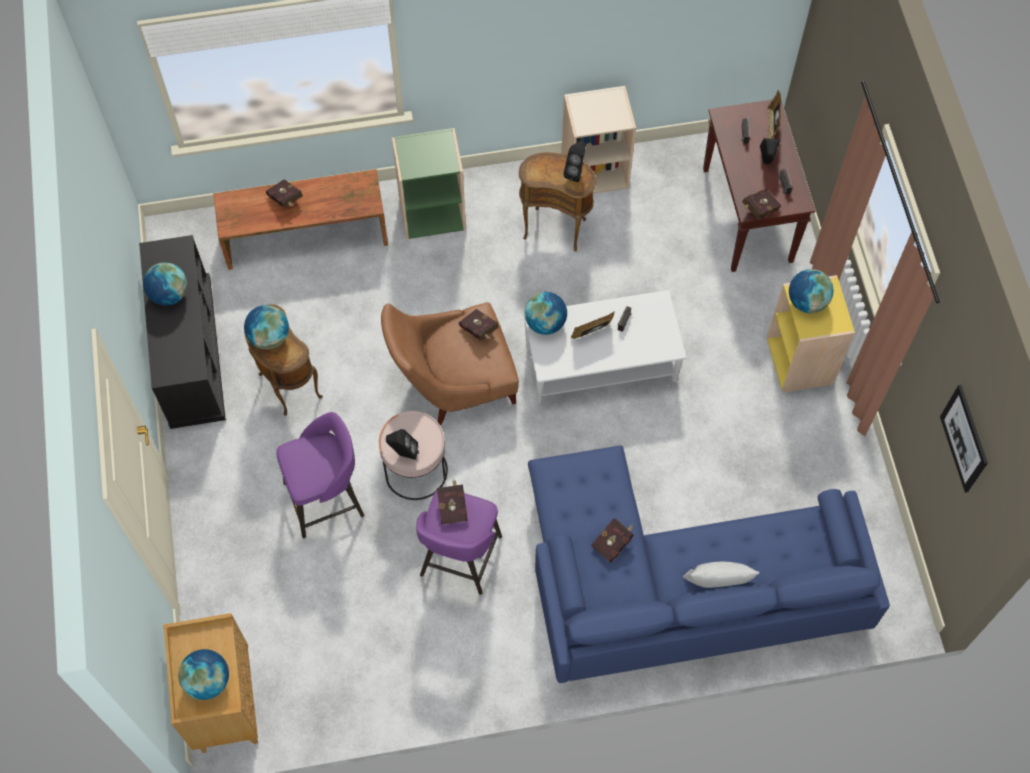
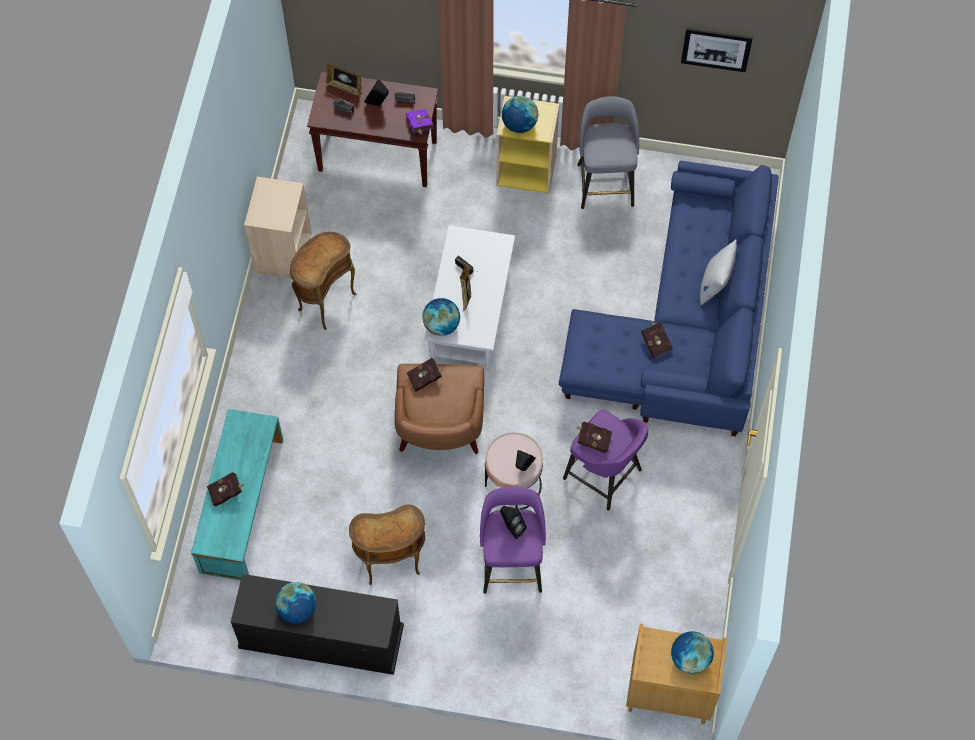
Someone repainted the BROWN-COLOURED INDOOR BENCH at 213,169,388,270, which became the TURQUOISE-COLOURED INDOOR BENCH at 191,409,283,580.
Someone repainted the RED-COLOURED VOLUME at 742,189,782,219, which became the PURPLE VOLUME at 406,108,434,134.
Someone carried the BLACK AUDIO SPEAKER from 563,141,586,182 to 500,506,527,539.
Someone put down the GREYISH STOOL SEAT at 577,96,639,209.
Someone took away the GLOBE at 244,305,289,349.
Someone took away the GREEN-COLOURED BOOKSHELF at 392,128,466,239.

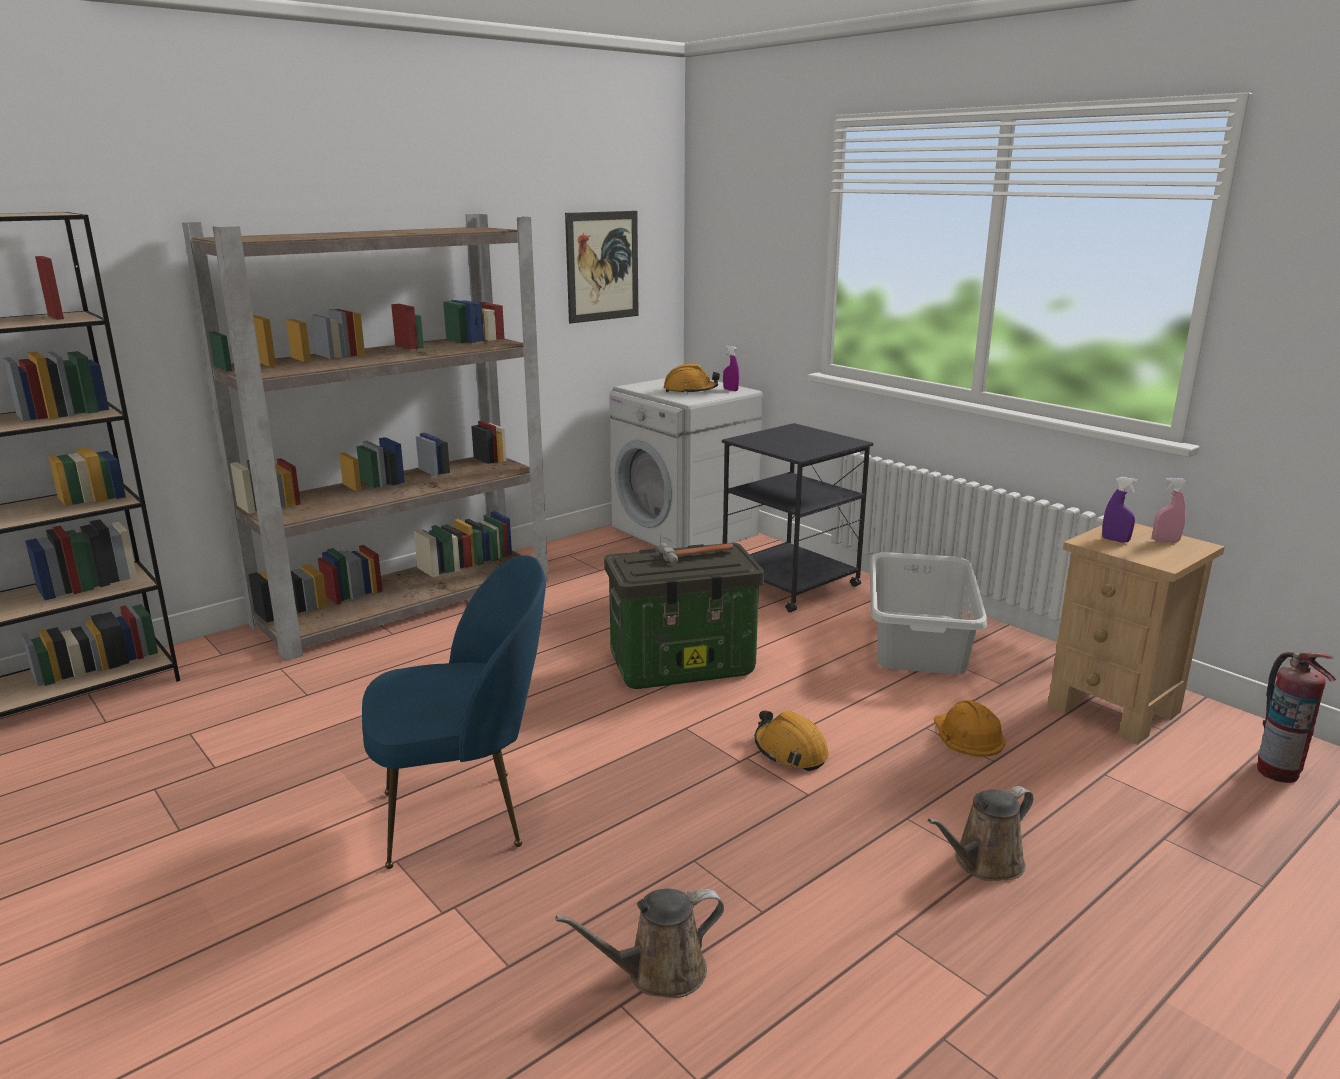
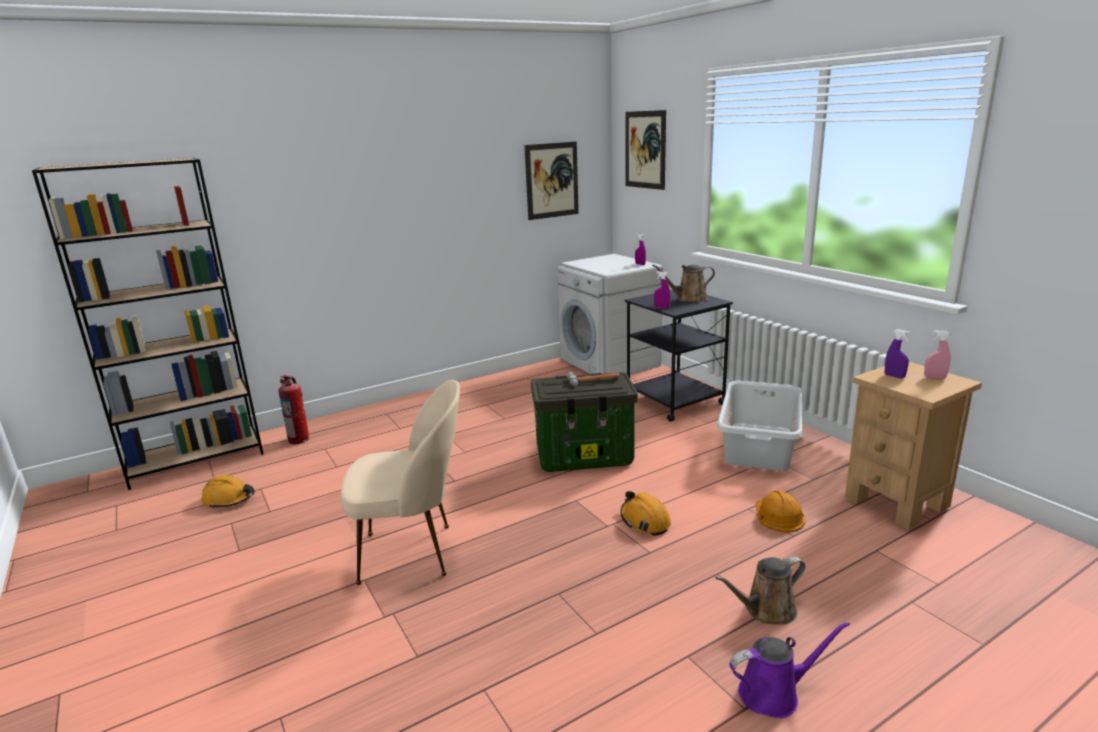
Someone carried the ORANGE-COLOURED SAFETY HELMET from 664,364,720,394 to 202,475,255,509.
Someone carried the FIRE-FIGHTING CYLINDER from 1257,651,1336,783 to 278,375,309,444.
Someone repainted the BLUISH PLAIN CHAIR at 362,555,546,869, which became the BEIGE PLAIN CHAIR at 341,380,460,585.
Someone put up the PICTURE at 625,110,666,190.
Someone carried the BROWN-COLOURED SPRINKLING CAN from 556,889,724,998 to 652,265,715,302.
Someone put down the PURPLE SPRAY BOTTLE at 654,271,670,308.
Someone put down the PURPLE SPRINKLING CAN at 730,622,850,718.
Someone took away the BROWN-COLOURED BOOKSHELF at 182,214,548,661.

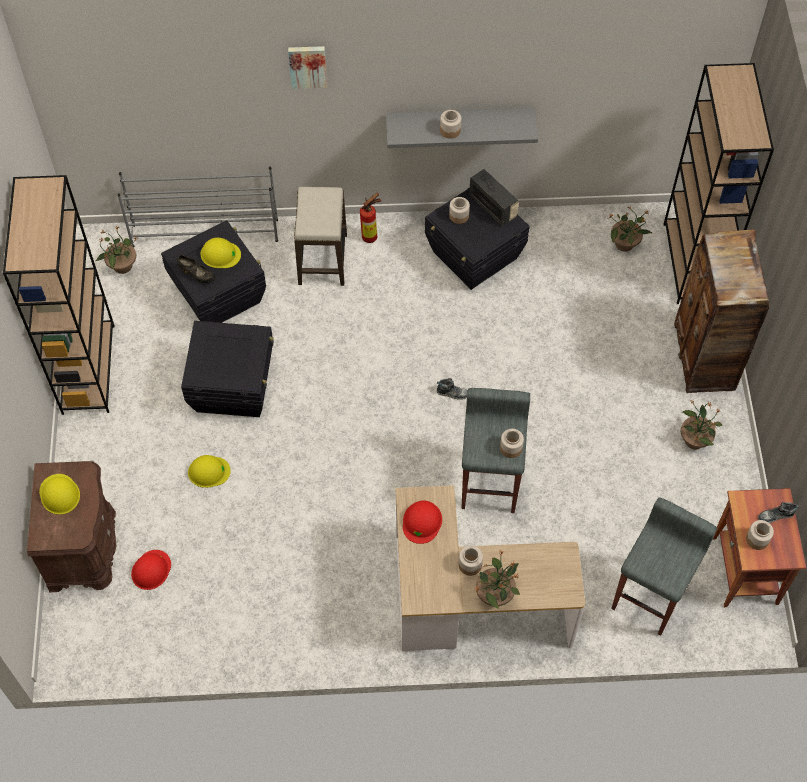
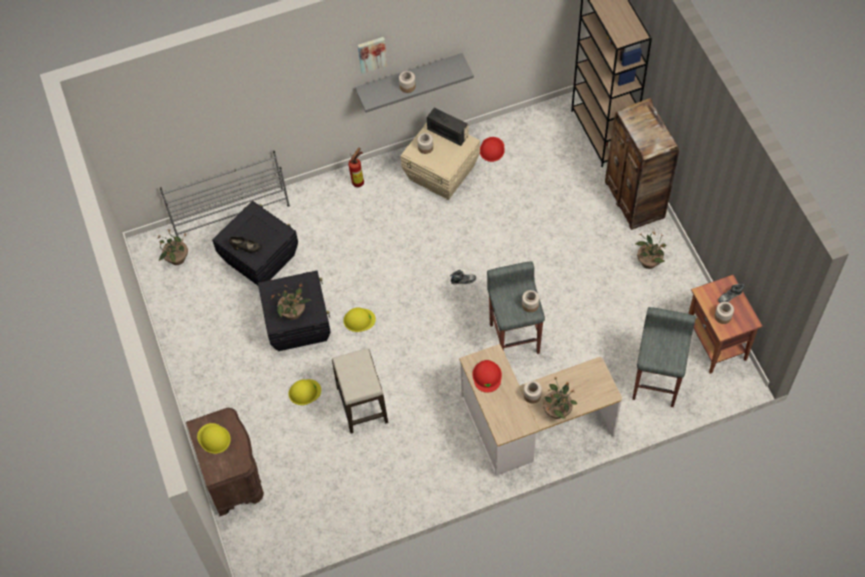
Someone carried the PLANT IN A POT from 608,206,653,252 to 271,283,312,320.
Someone carried the STOOL SEAT from 294,187,347,286 to 332,348,388,433.
Someone carried the YELLOWISH SAFETY HELMET from 200,238,241,268 to 343,307,376,332.
Someone carried the PICTURE from 288,46,327,89 to 358,37,387,74.
Someone repainted the BLACK STORAGE BOX at 425,187,530,290, which became the BEIGE STORAGE BOX at 401,123,480,200.
Someone carried the RED-COLOURED SAFETY HELMET from 131,550,171,590 to 480,137,505,162.
Someone took away the BEIGE BOOKSHELF at 3,175,115,415.

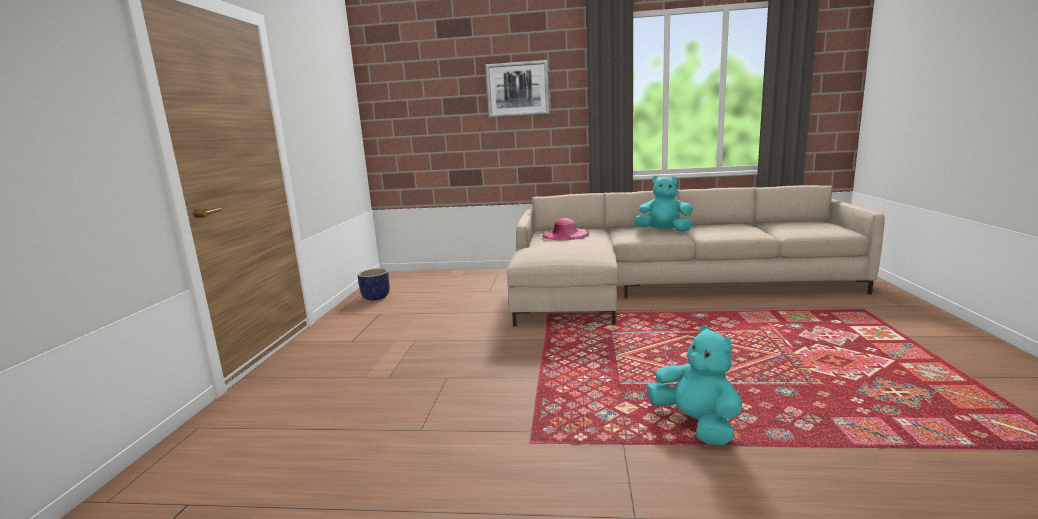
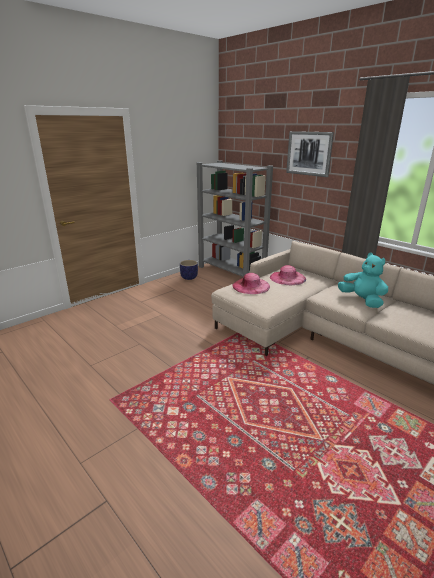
Someone put down the GREYISH BOOKSHELF at 197,160,273,277.
Someone put down the PINK HAT at 233,273,270,294.
Someone took away the TURQUOISE-COLOURED CUDDLY TOY at 647,325,742,445.

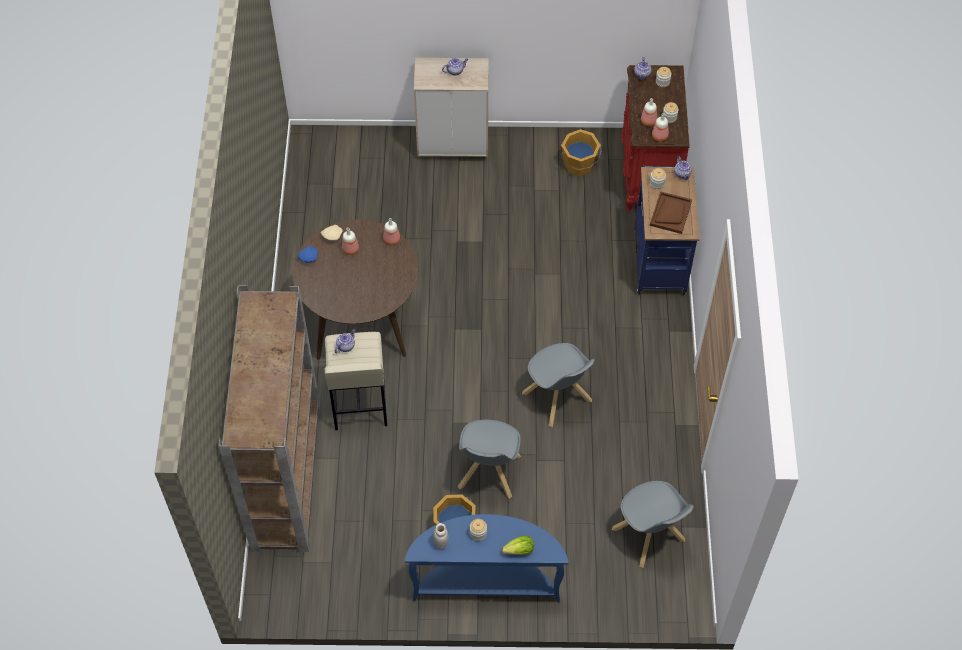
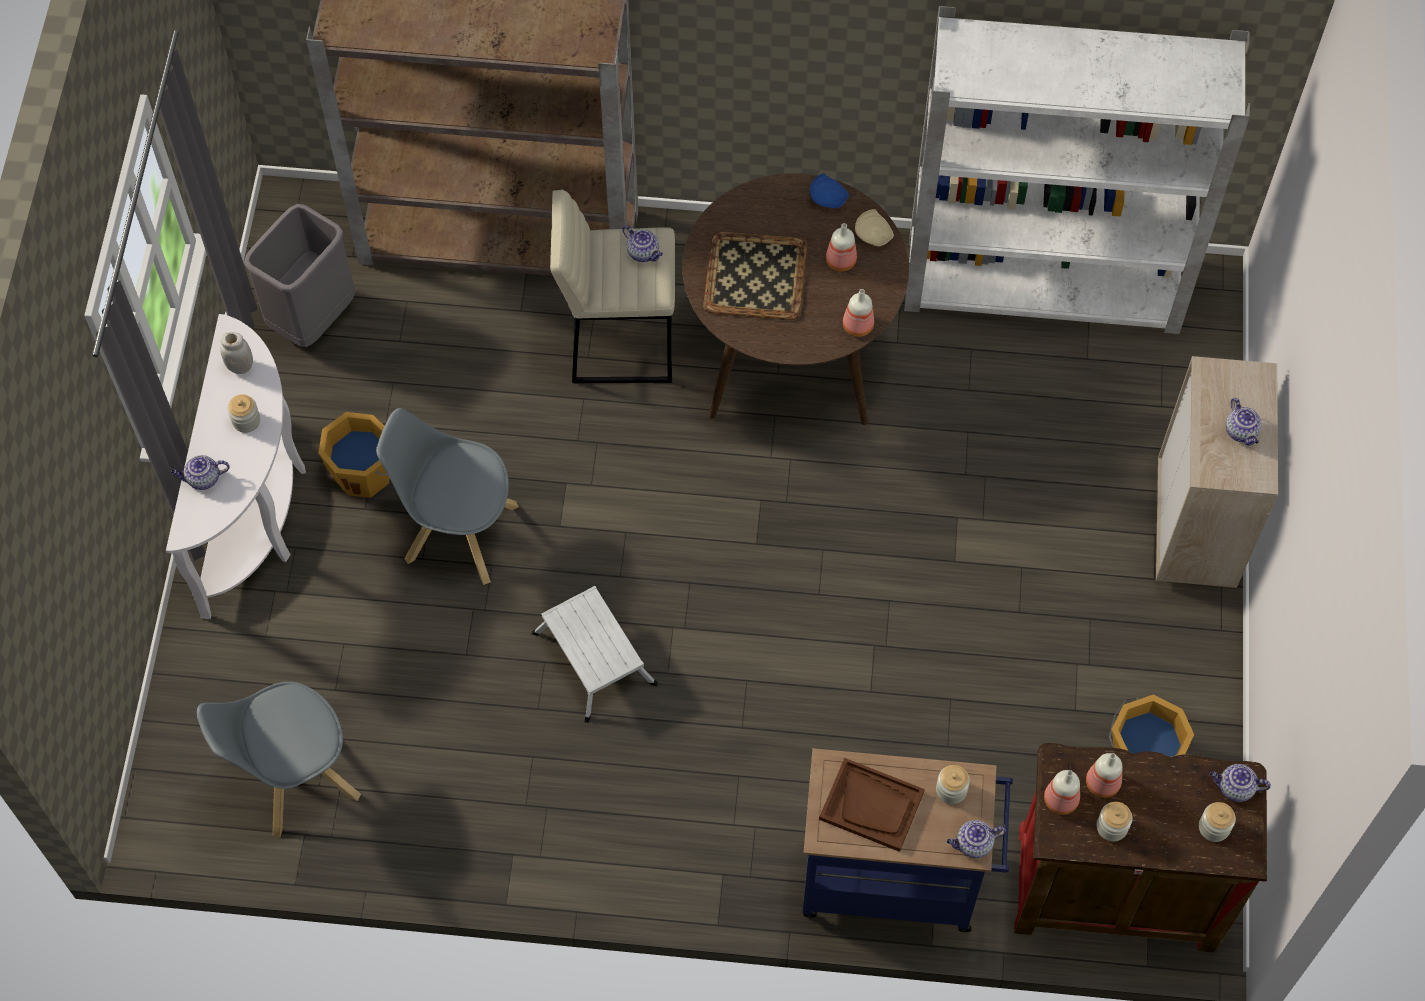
Someone repainted the BLUISH NARROW TABLE at 405,514,568,602, which became the WHITISH NARROW TABLE at 166,314,306,619.
Someone swapped the LETTUCE at 502,535,534,555 for the POT FOR TEA at 171,455,229,490.
Someone put down the GREYISH WASTE BIN at 244,204,355,347.
Someone swapped the GREYISH PLAIN CHAIR at 522,343,595,427 for the WHITISH STEP STOOL at 532,586,658,723.
Someone put down the CARRYING TRAY at 703,232,807,321.
Someone put down the WHITISH BOOKSHELF at 904,6,1250,334.

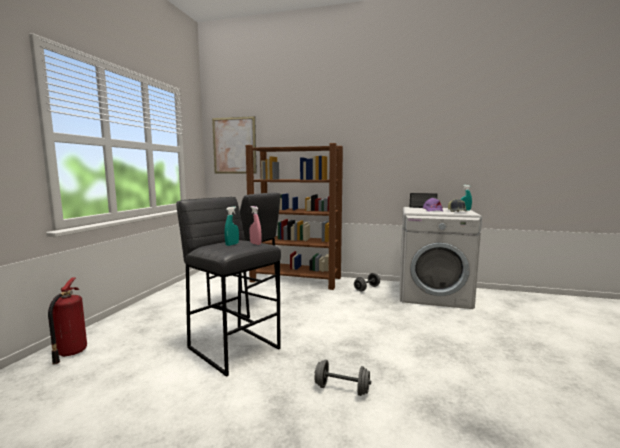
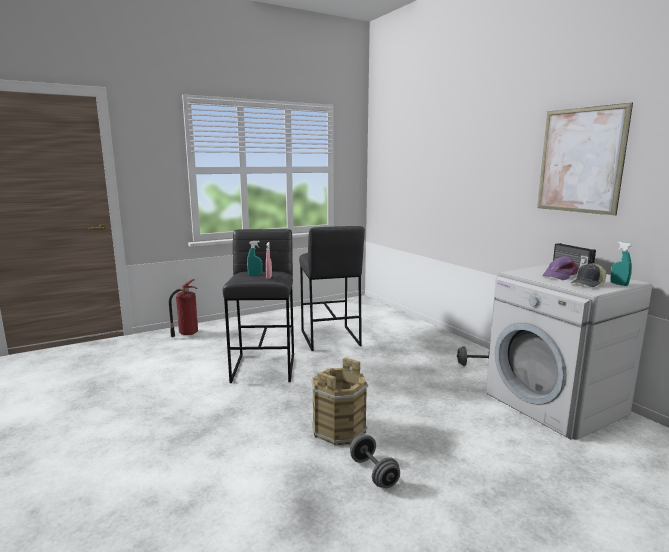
Someone put down the BROWN-COLOURED BUCKET at 311,357,368,446.
Someone carried the GREYISH FREE WEIGHT from 315,360,371,396 to 350,435,400,488.
Someone carried the PICTURE from 212,116,257,174 to 537,103,633,216.
Someone took away the BROWN-COLOURED BOOKSHELF at 246,143,343,290.

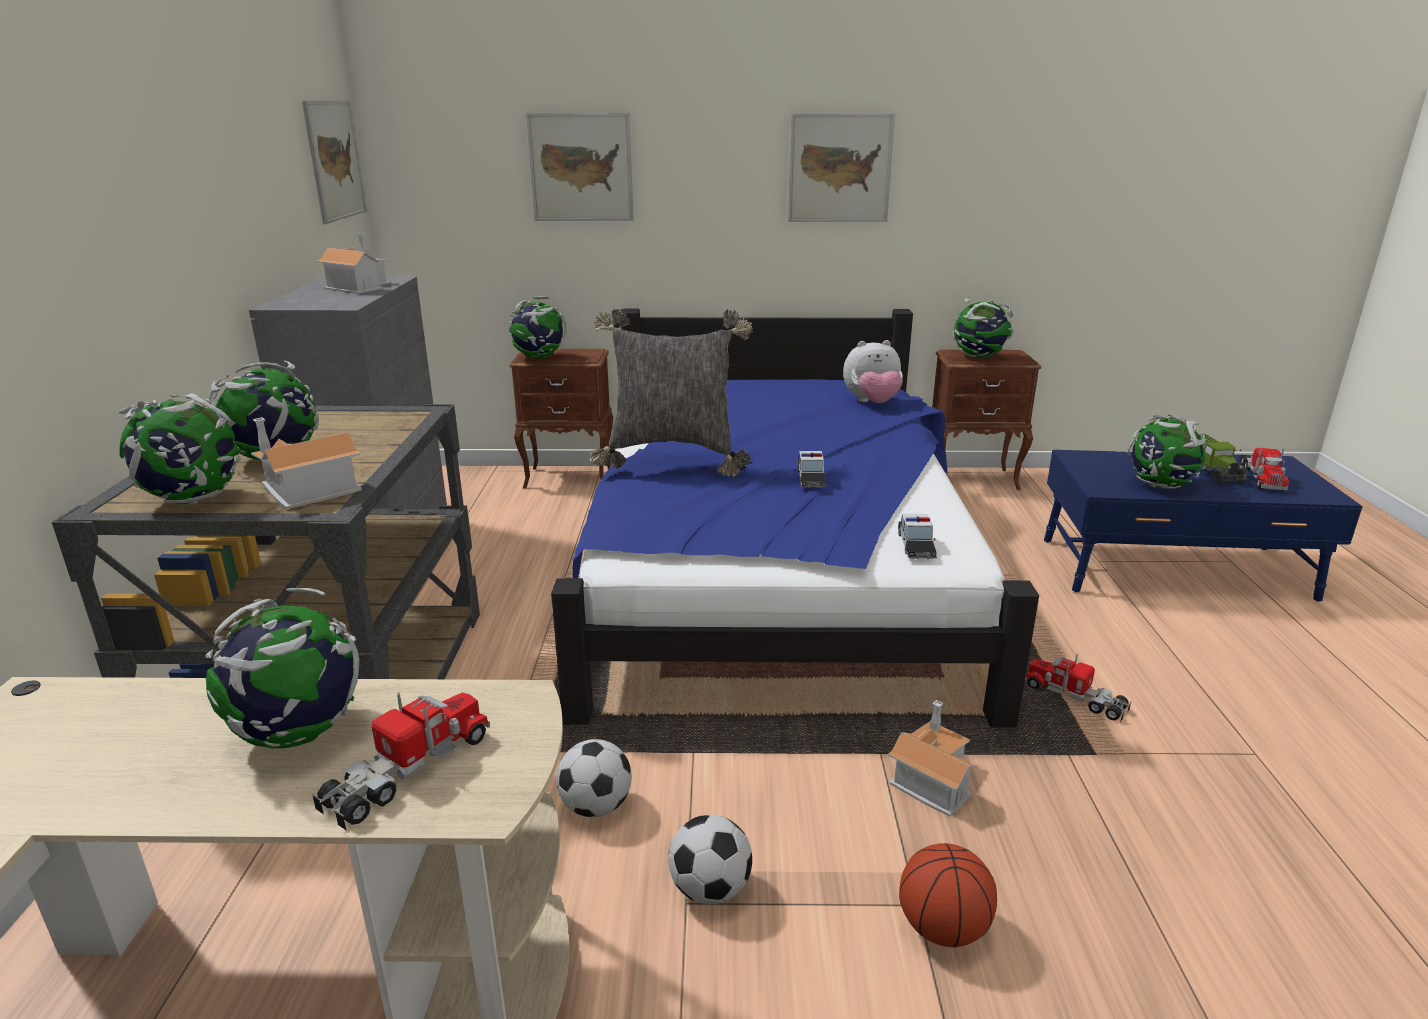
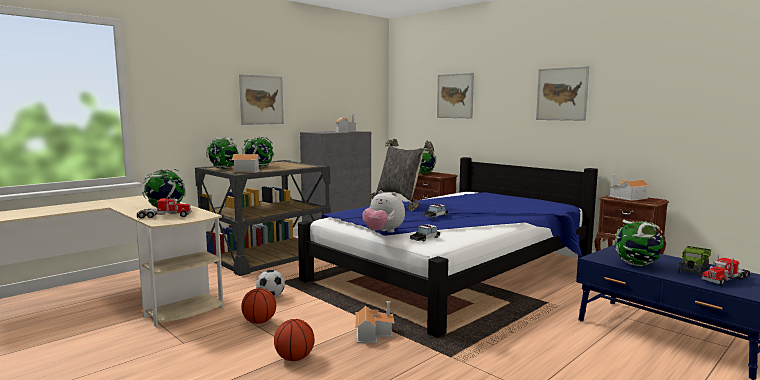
Someone carried the PICTURE from 302,101,367,224 to 239,74,284,125.
Someone swapped the BALL FOR FOOTBALL at 668,815,752,904 for the BASKETBALL BALL at 241,288,276,324.
Someone carried the CUDDLY TOY from 843,340,903,403 to 362,190,405,233.
Someone swapped the GLOBE at 953,297,1014,358 for the TOY HOUSE at 608,174,650,201.
Someone took away the TOY TRUCK at 1025,653,1132,722.

